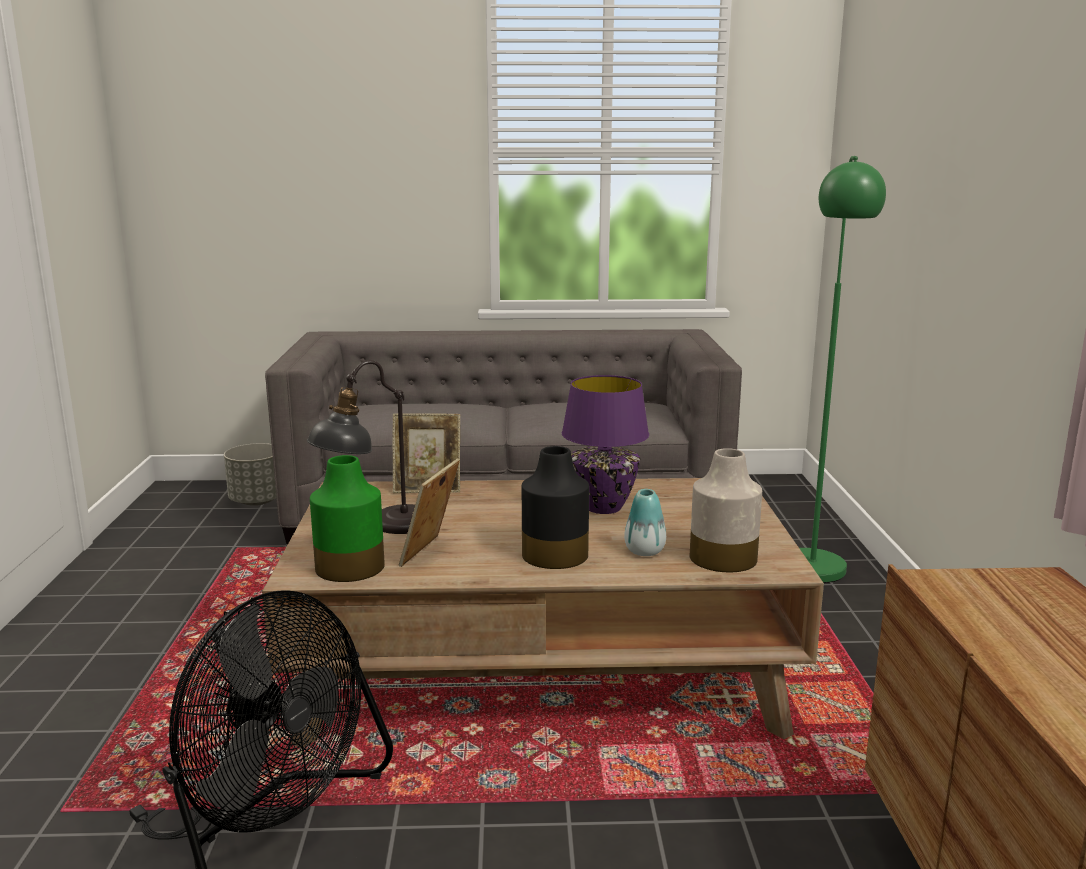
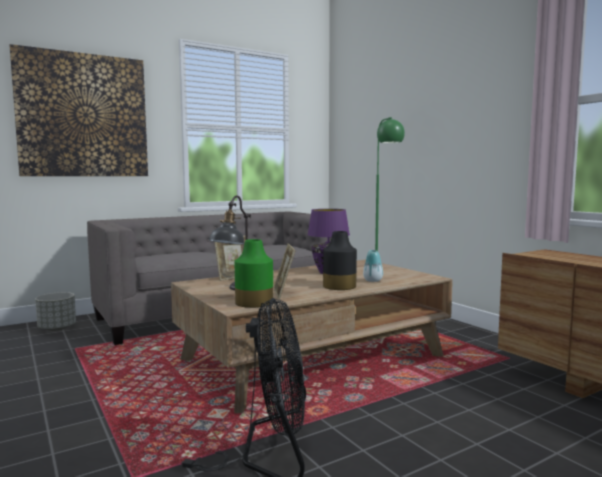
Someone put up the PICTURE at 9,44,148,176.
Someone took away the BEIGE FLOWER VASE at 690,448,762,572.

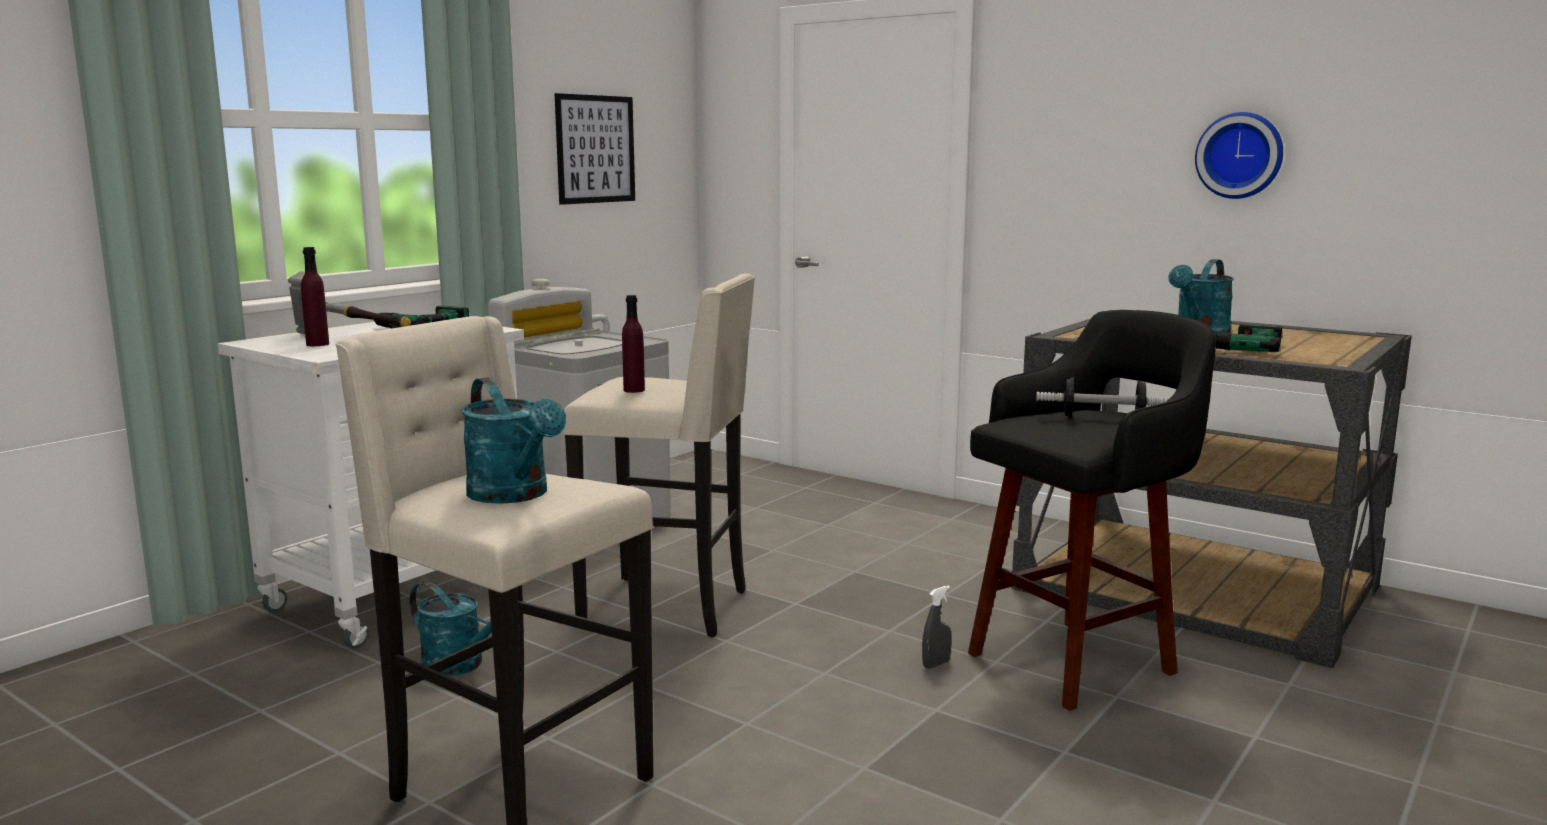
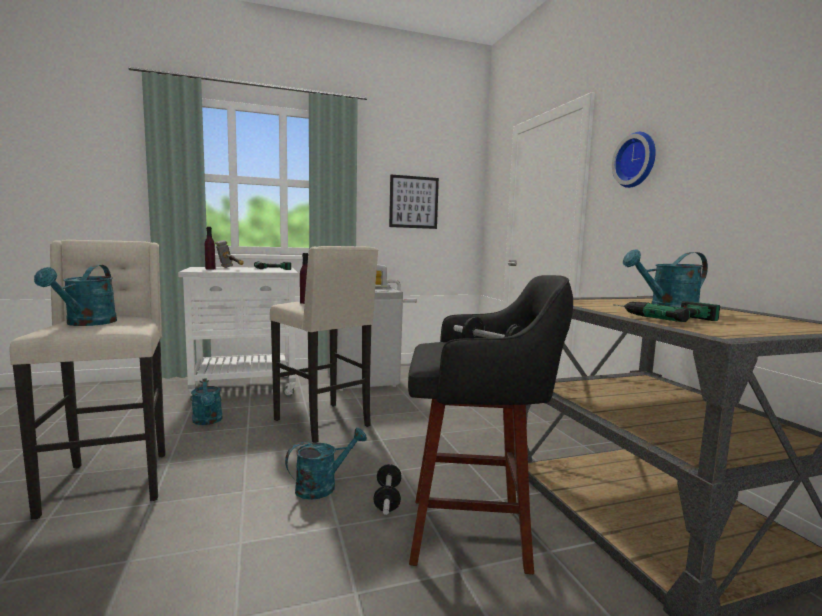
Someone put down the TURQUOISE-COLOURED SPRINKLING CAN at 285,428,367,500.
Someone swapped the GREYISH SPRAY BOTTLE at 922,585,952,668 for the FREE WEIGHT at 373,464,402,515.
Someone carried the HANGING CLOCK from 1195,112,1283,199 to 612,132,656,188.

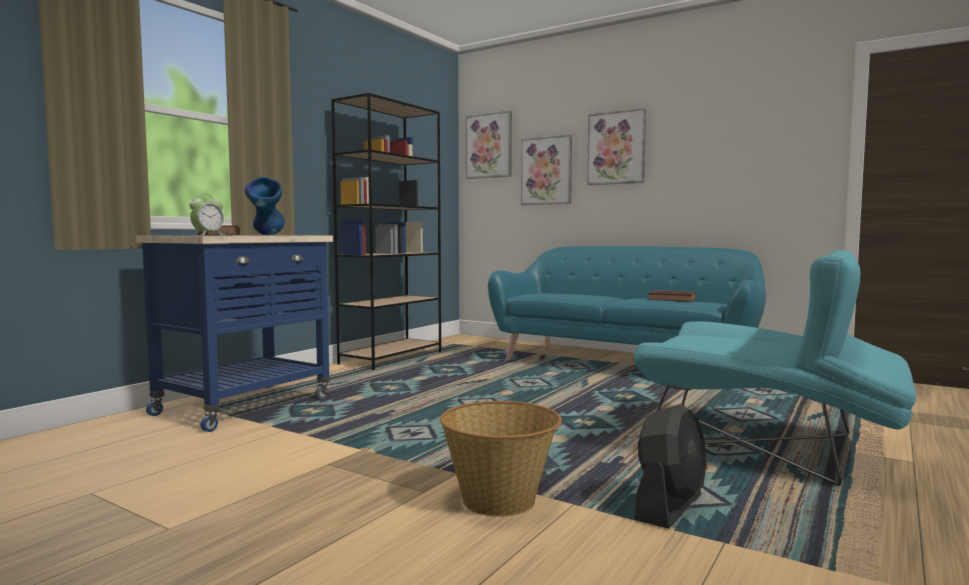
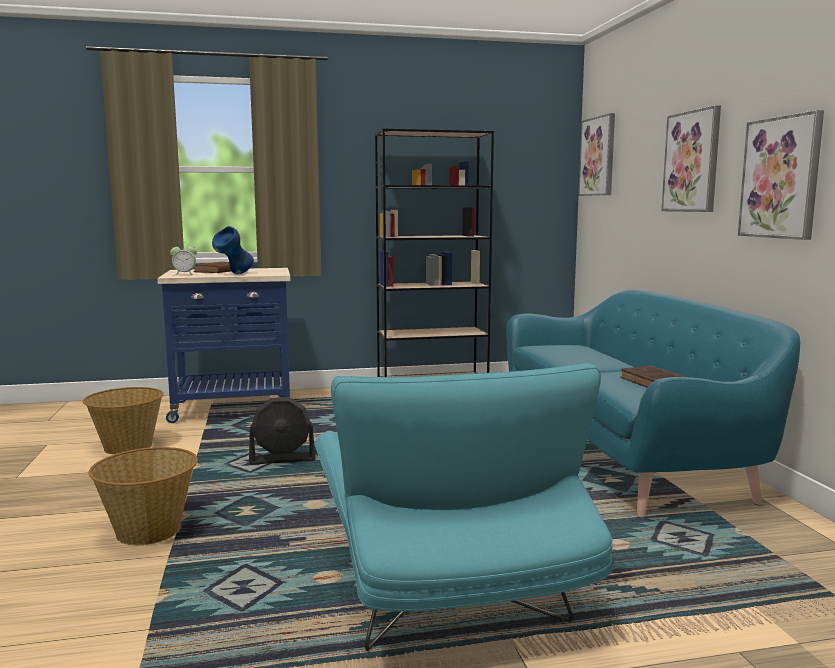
Someone put down the STORAGE BASKET at 82,387,164,455.
Someone carried the BLACK FAN from 634,404,706,529 to 249,397,316,465.
Someone carried the PICTURE from 521,135,572,205 to 738,110,824,240.

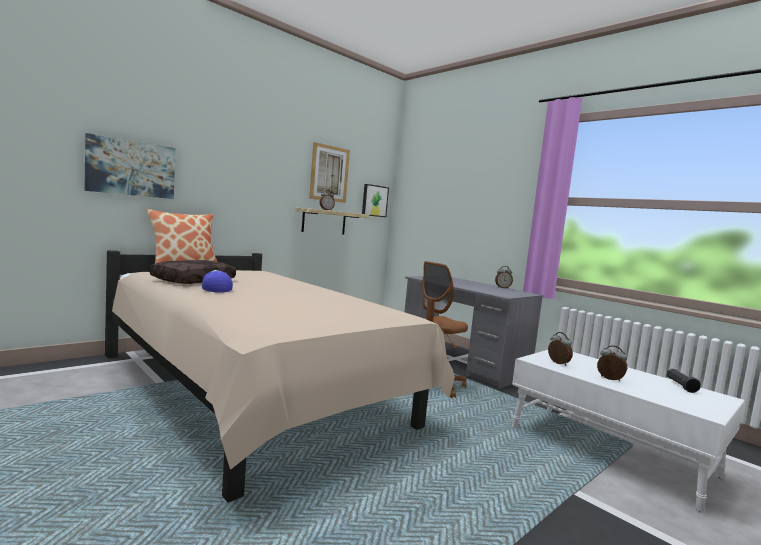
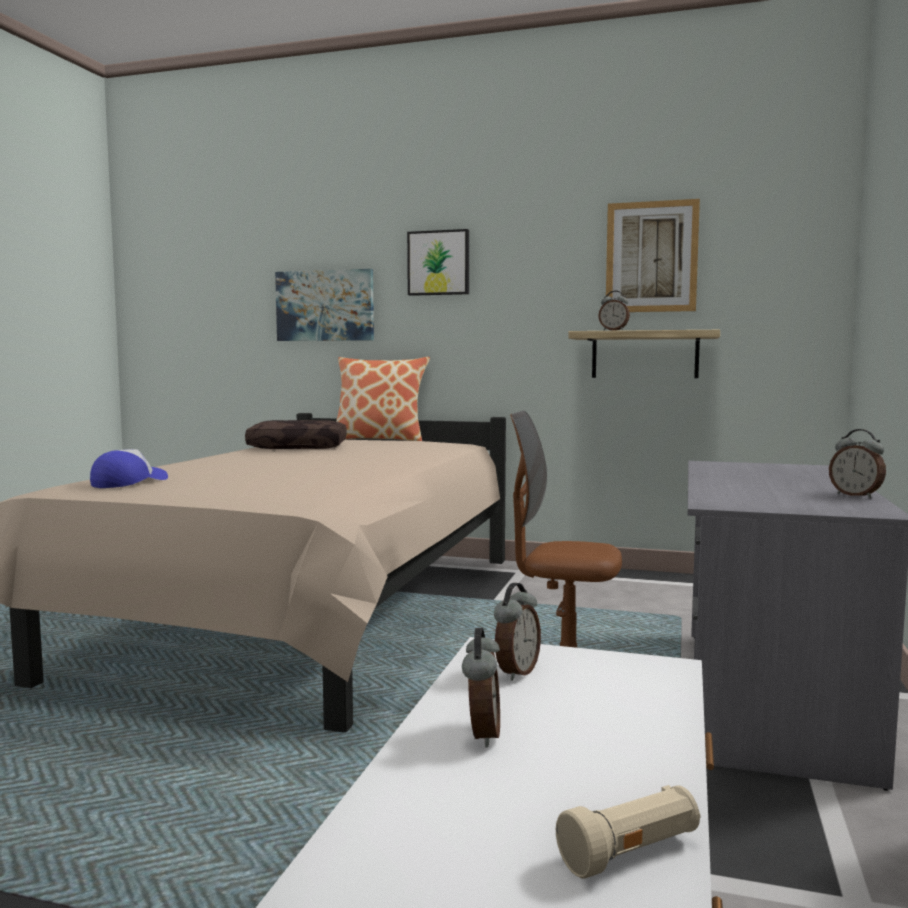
Someone carried the CAP from 202,270,233,293 to 90,449,168,488.
Someone carried the PICTURE from 362,184,389,217 to 407,229,469,296.
Someone repainted the BLACK TORCH at 666,369,701,393, which became the BEIGE TORCH at 556,785,700,879.

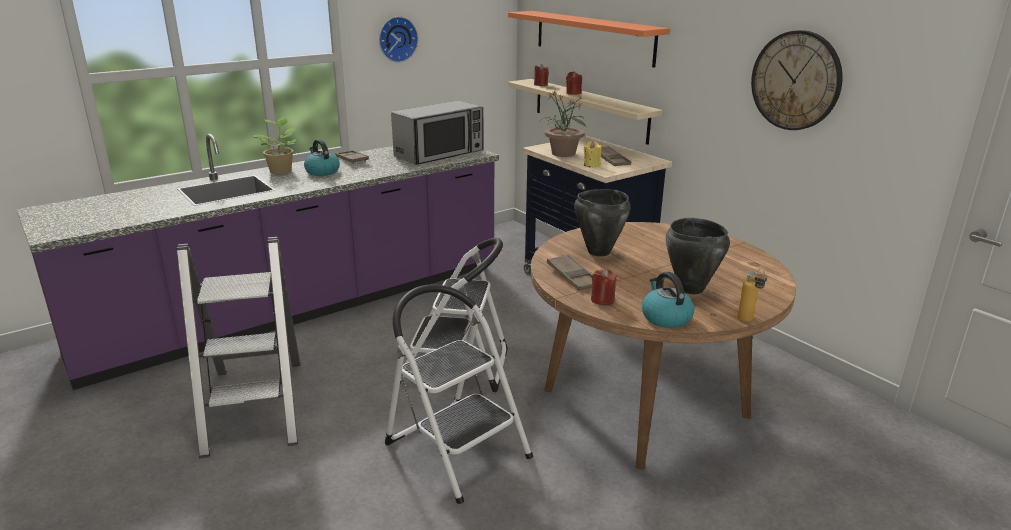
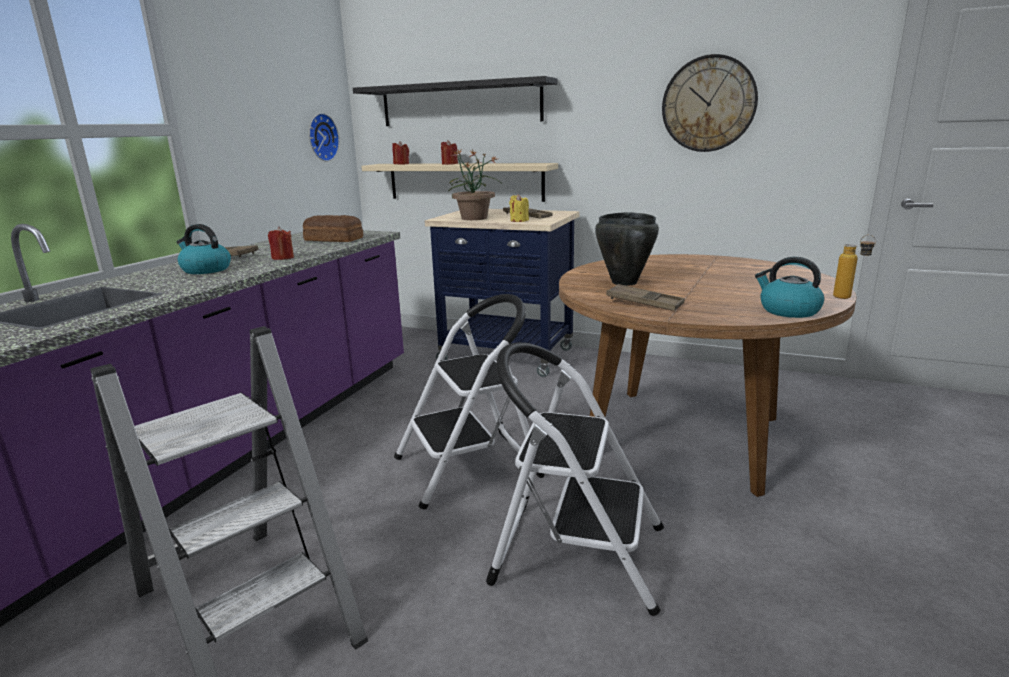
Someone carried the RED-COLOURED CANDLE from 591,269,617,305 to 268,227,294,260.
Someone swapped the KITCHEN MICROWAVE at 391,101,483,165 for the BAKED BREAD at 303,215,363,242.
Someone carried the HANGING CLOCK from 379,16,418,63 to 309,113,340,162.
Someone repainted the ORANGE-COLOURED SHELF at 508,11,670,68, which became the BLACK SHELF at 353,76,558,126.
Someone took away the PLANT IN A POT at 254,117,296,174.
Someone took away the BLACK STOCKPOT at 666,218,730,294.

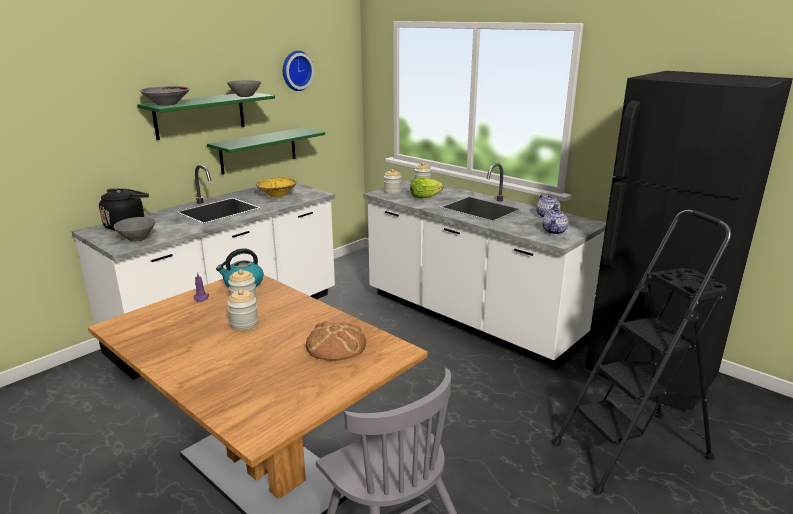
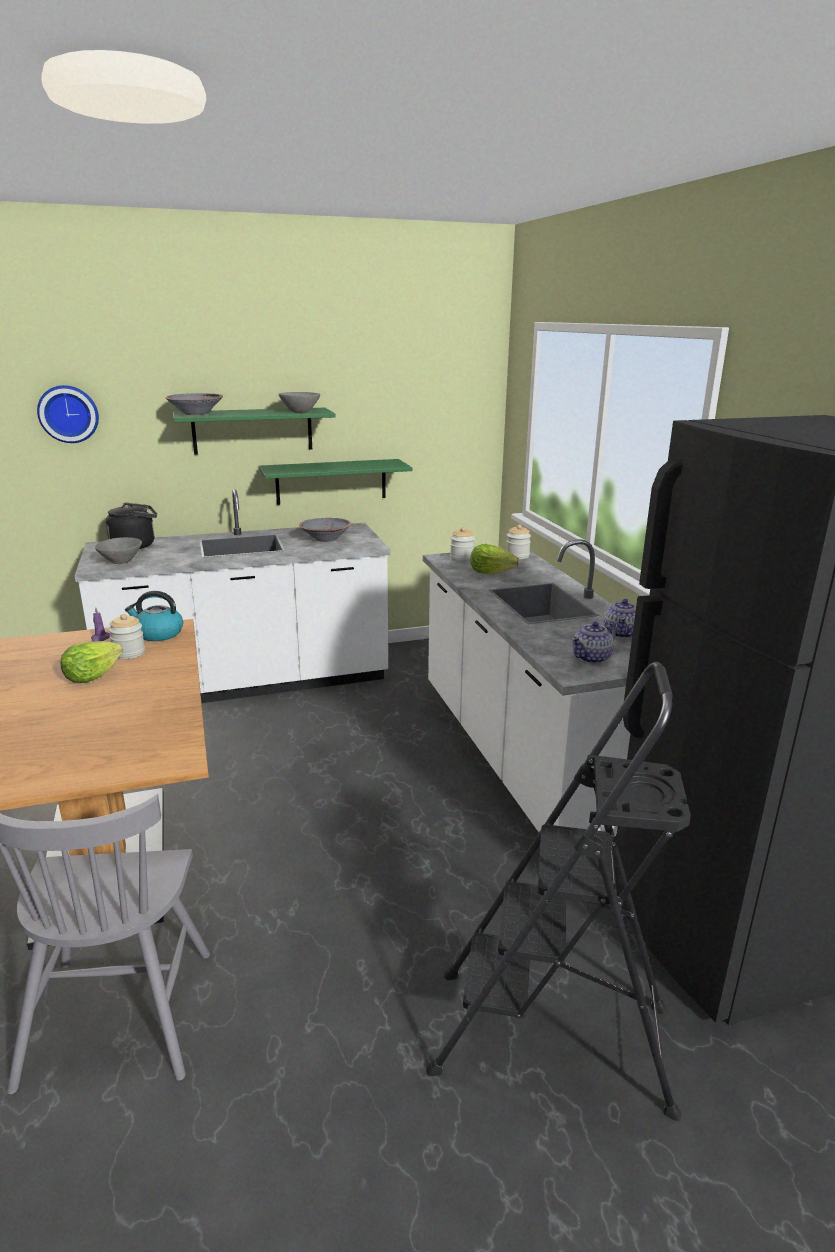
Someone carried the HANGING CLOCK from 283,51,314,91 to 37,385,99,443.
Someone swapped the PRESERVE JAR at 227,289,258,330 for the LETTUCE at 60,641,123,683.
Someone repainted the YELLOWISH DEEP DISH at 256,178,297,197, which became the GREYISH DEEP DISH at 299,518,351,542.
Someone took away the BAKED BREAD at 306,321,366,361.

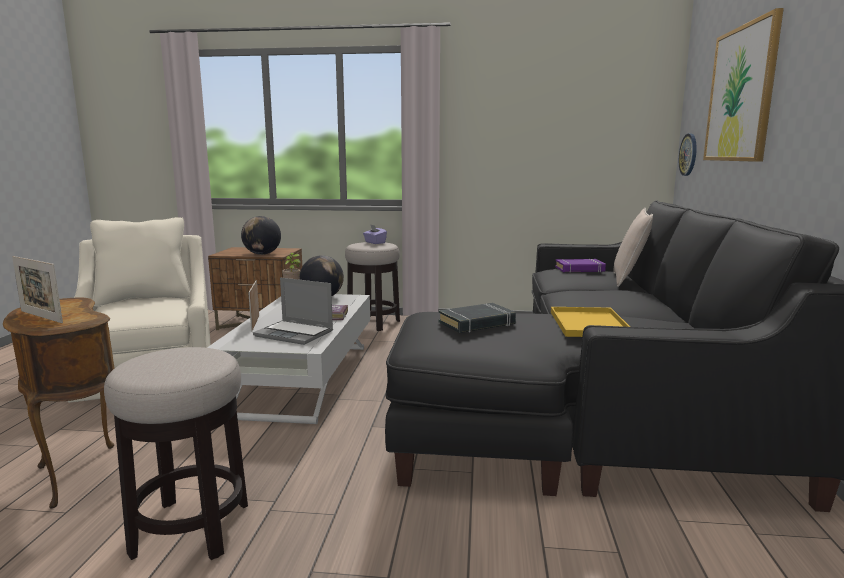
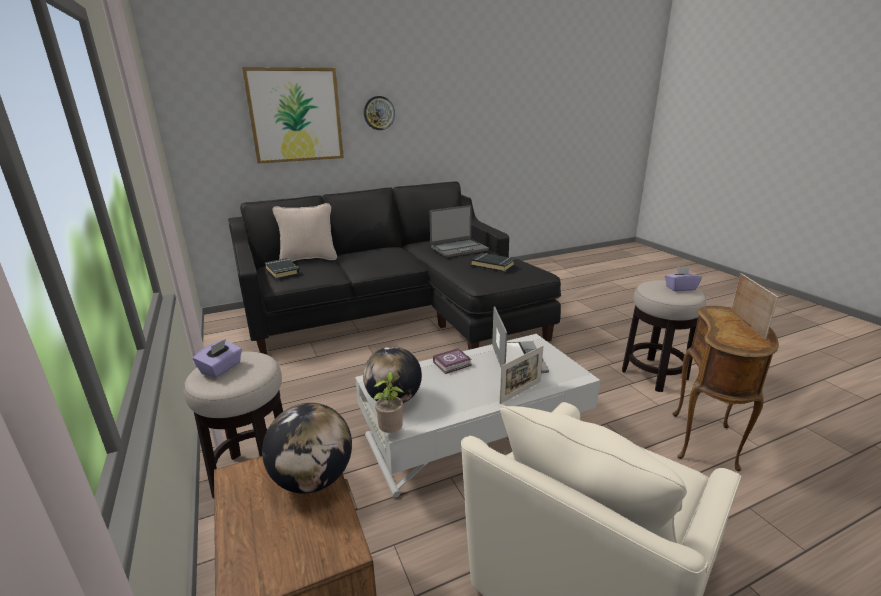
Someone repainted the PURPLE VOLUME at 555,259,606,272, which became the BLACK VOLUME at 264,258,300,280.
Someone carried the HANGING CLOCK from 679,134,697,176 to 363,96,395,130.
Someone swapped the YELLOWISH CARRYING TRAY at 551,307,630,337 for the PORTABLE COMPUTER at 429,205,489,258.
Someone put down the PURPLE TISSUE BOX at 665,266,702,291.

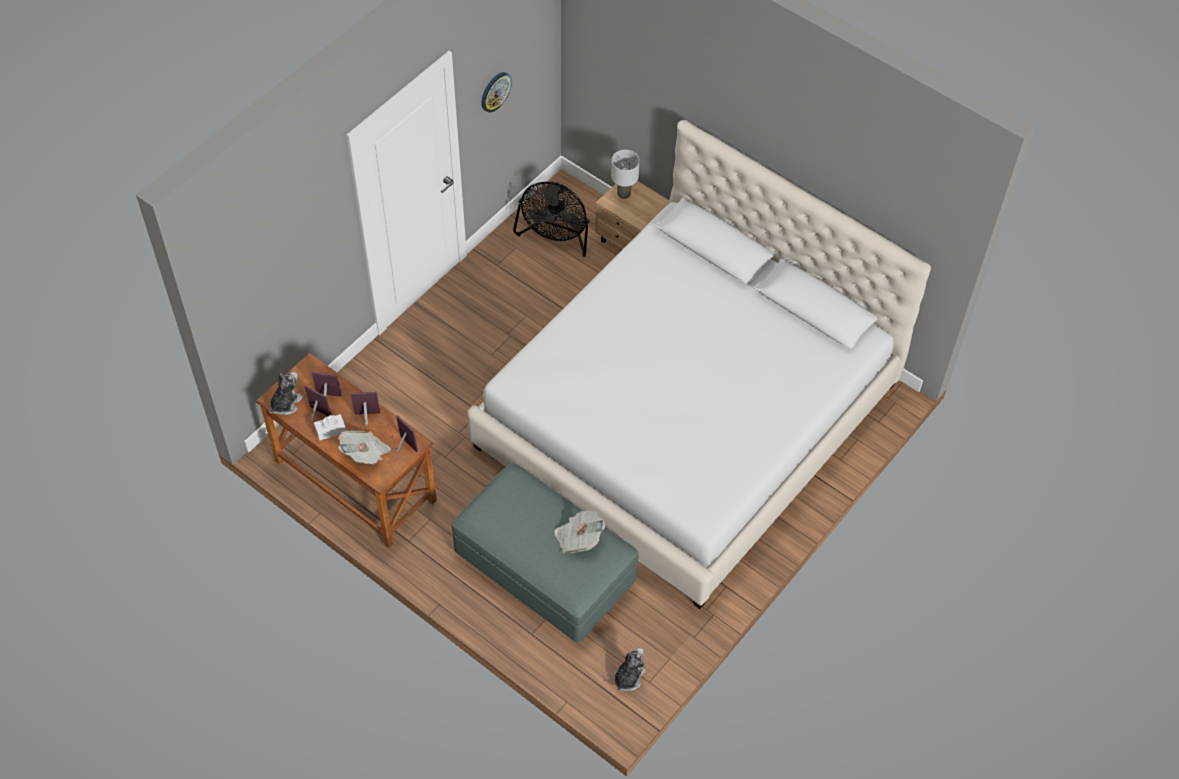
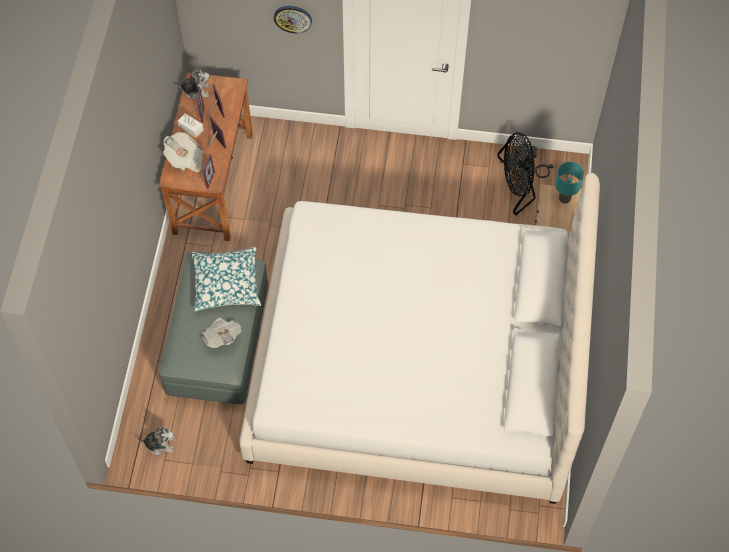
Someone put down the PILLOW at 191,247,261,312.
Someone carried the HANGING CLOCK from 481,72,512,113 to 274,6,312,34.
Someone repainted the WHITISH TABLETOP LAMP at 611,150,640,199, which became the TURQUOISE-COLOURED TABLETOP LAMP at 555,162,584,204.

